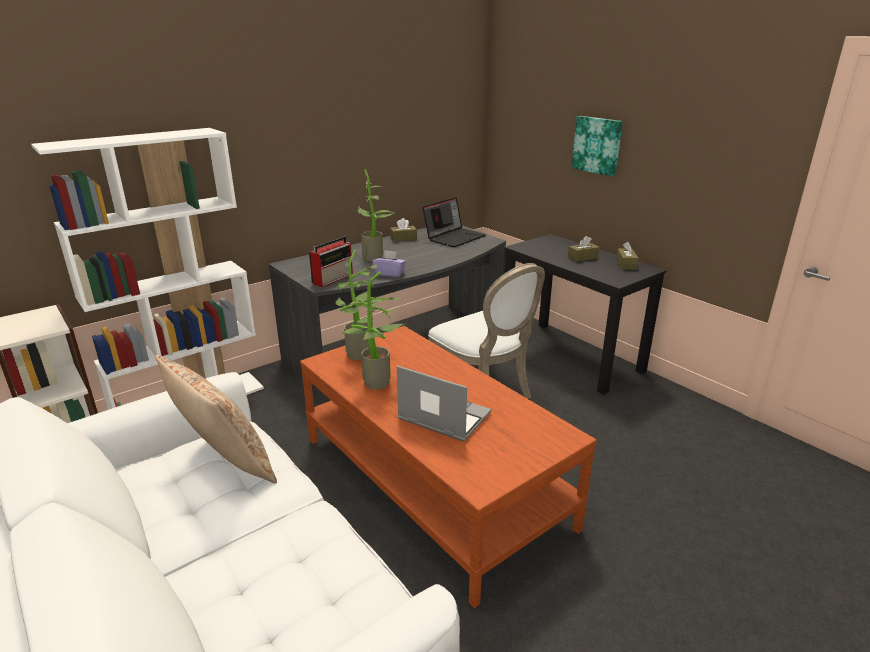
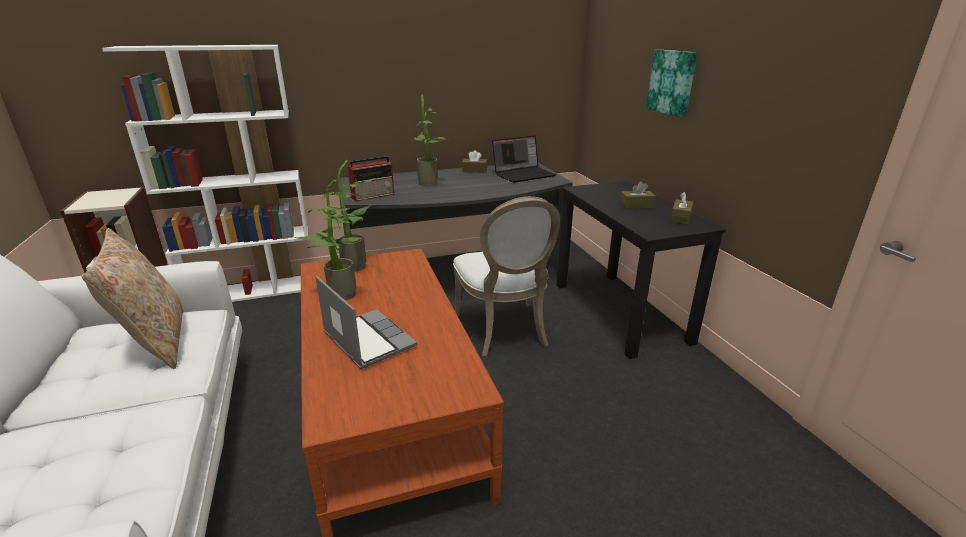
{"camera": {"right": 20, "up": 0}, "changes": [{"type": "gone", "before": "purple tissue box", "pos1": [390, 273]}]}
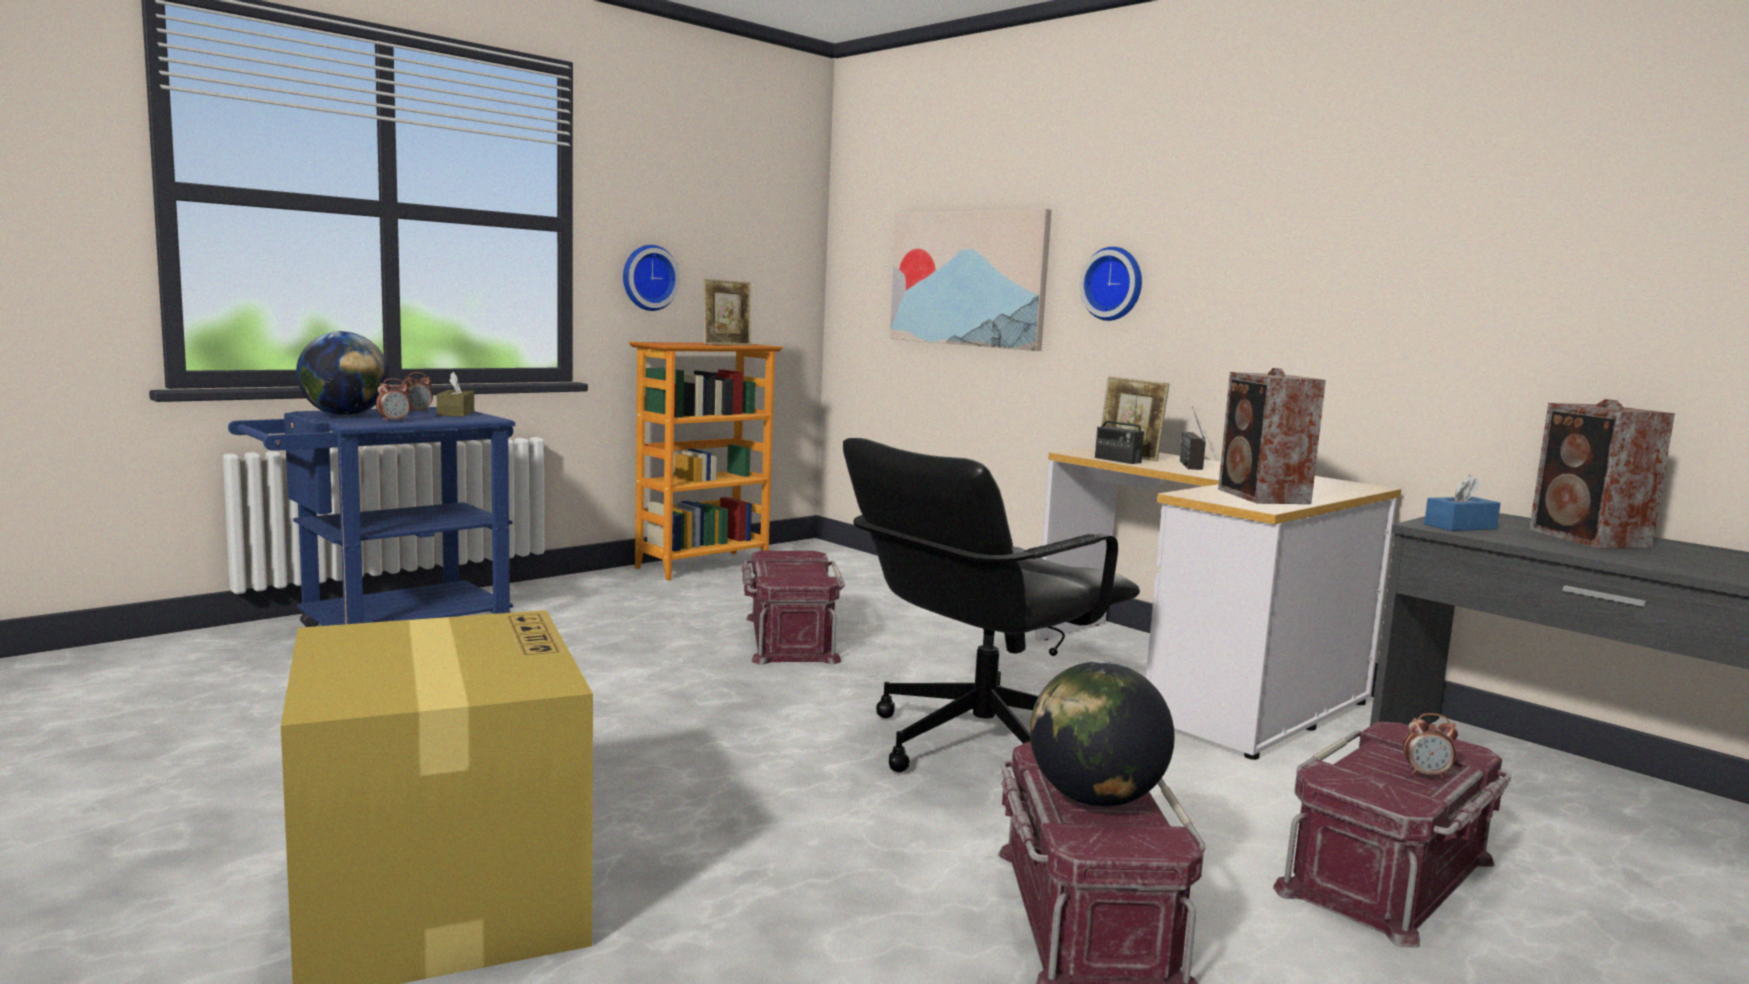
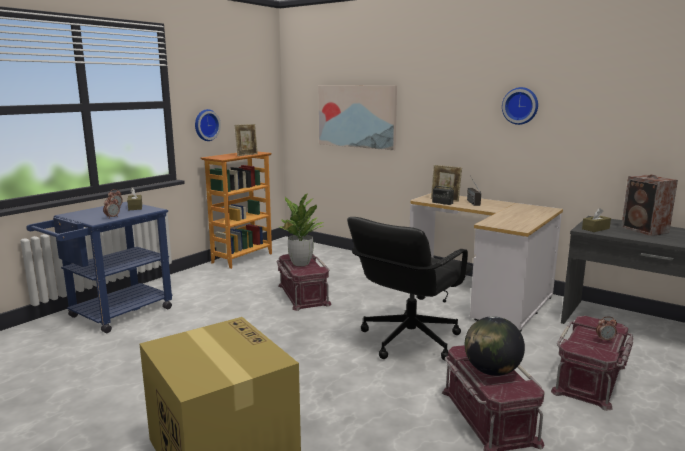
{"camera": {"right": -10, "up": 5}, "changes": [{"type": "new", "after": "potted plant", "pos2": [300, 263]}, {"type": "shifted", "before": "wall clock", "pos1": [1114, 284], "pos2": [520, 106]}, {"type": "repainted", "before": "blue tissue box", "after": "brown tissue box", "pos1": [1460, 526], "pos2": [595, 229]}, {"type": "gone", "before": "globe", "pos1": [344, 415]}, {"type": "gone", "before": "speaker", "pos1": [1263, 497]}]}
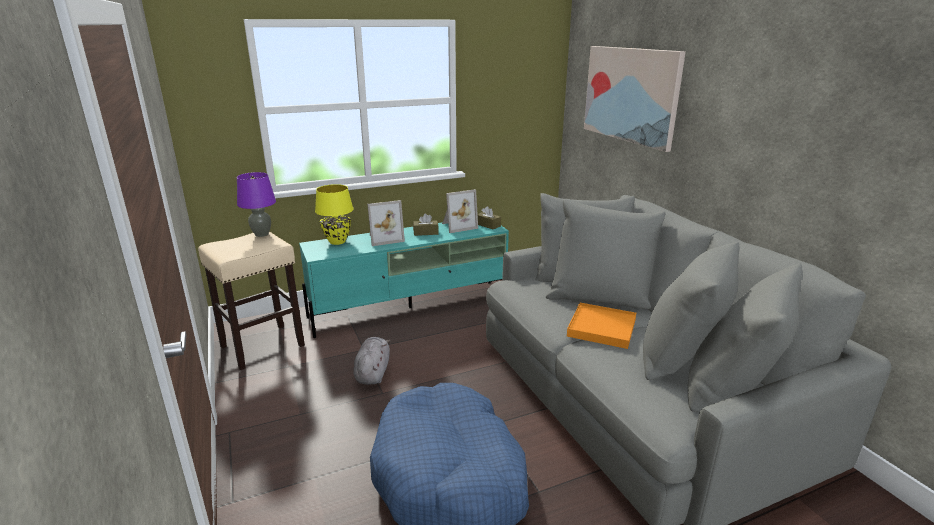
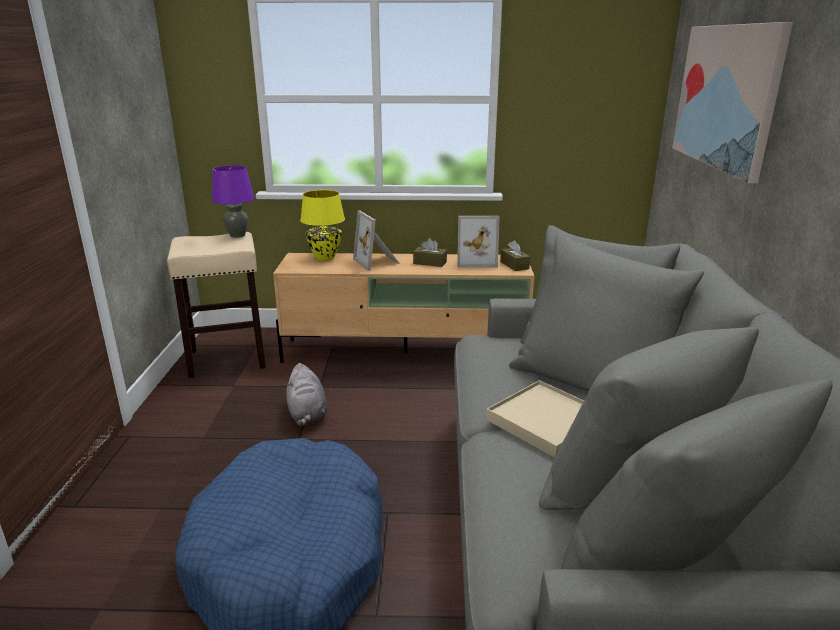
{"camera": {"right": 25, "up": 0}, "changes": [{"type": "repainted", "before": "turquoise tv stand", "after": "beige tv stand", "pos1": [411, 307], "pos2": [407, 352]}, {"type": "rotated", "before": "grey plush toy", "pos1": [373, 373], "pos2": [307, 414], "turn": 135}, {"type": "rotated", "before": "picture frame", "pos1": [384, 238], "pos2": [378, 262], "turn": 60}, {"type": "repainted", "before": "orange tray", "after": "beige tray", "pos1": [601, 328], "pos2": [546, 421]}]}
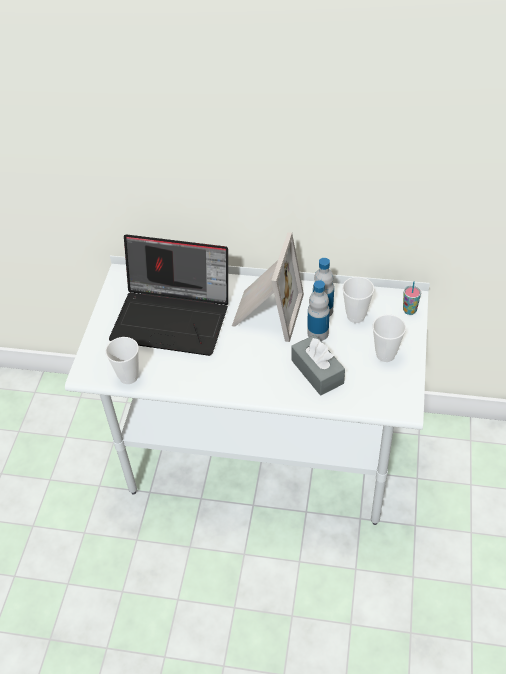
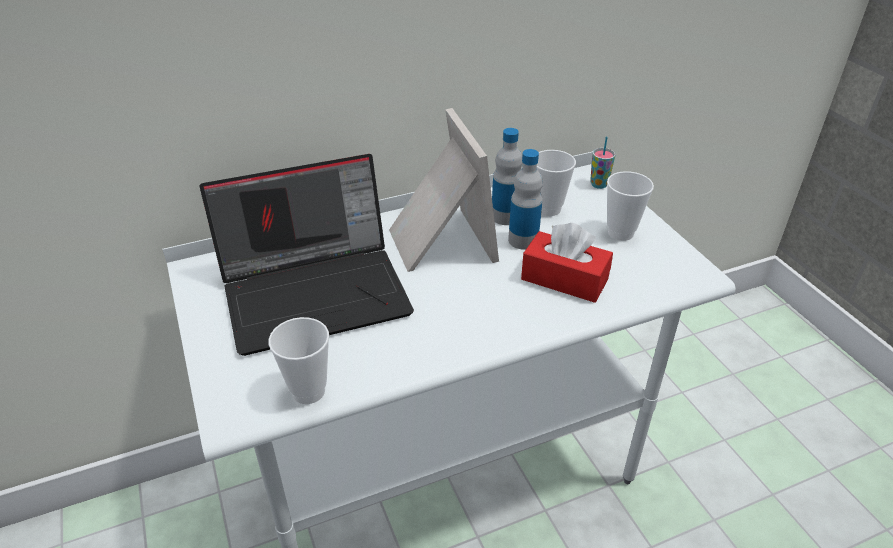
{"camera": {"right": -35, "up": -10}, "changes": [{"type": "repainted", "before": "grey tissue box", "after": "red tissue box", "pos1": [317, 372], "pos2": [564, 279]}]}
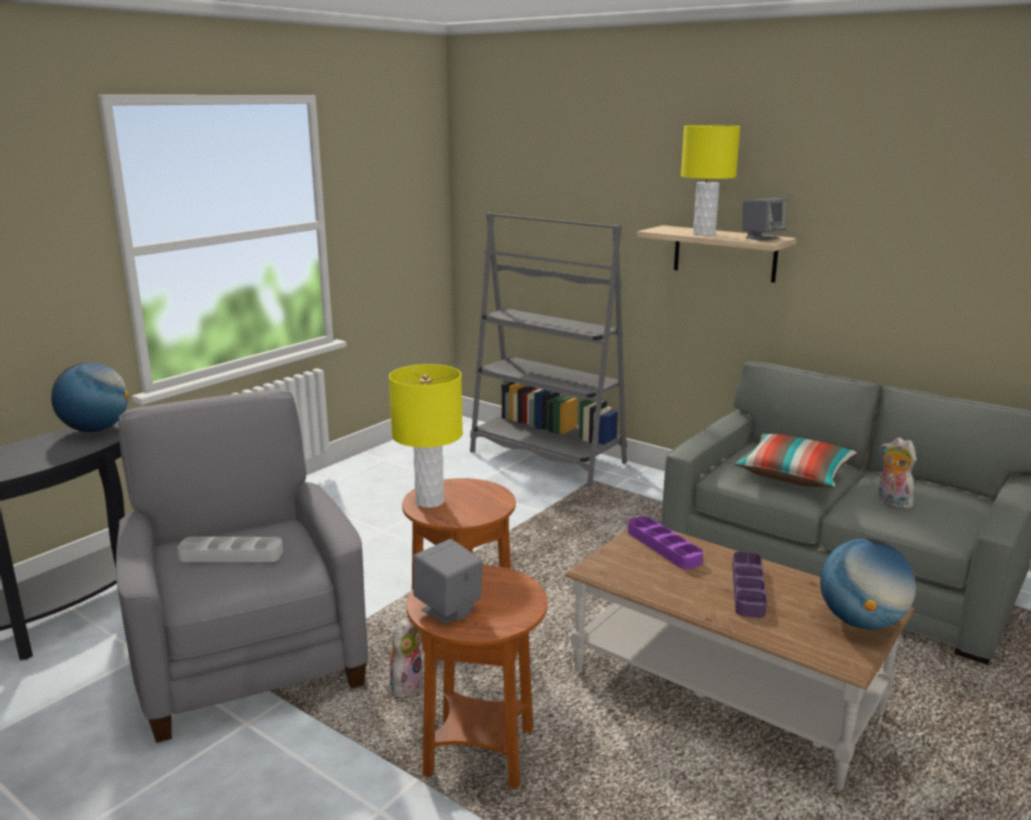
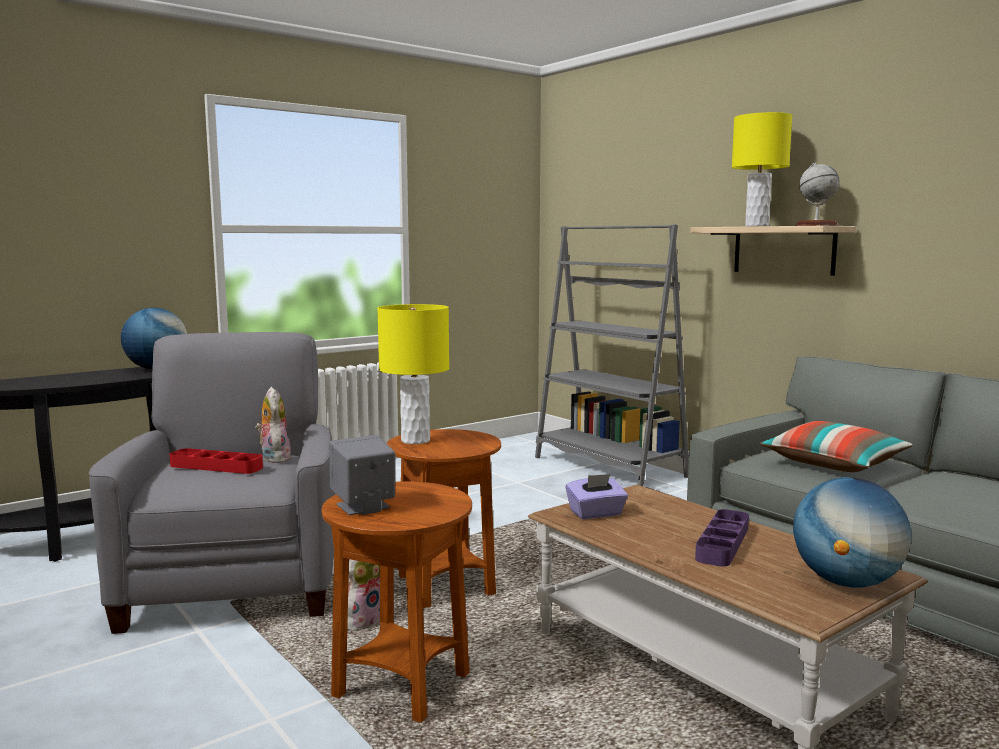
{"camera": {"right": 15, "up": -10}, "changes": [{"type": "repainted", "before": "grey tray", "after": "red tray", "pos1": [231, 555], "pos2": [216, 466]}, {"type": "shifted", "before": "plush toy", "pos1": [891, 502], "pos2": [274, 458]}, {"type": "new", "after": "purple tissue box", "pos2": [596, 514]}, {"type": "swapped", "before": "grey speaker", "after": "globe", "pos1": [762, 238], "pos2": [816, 225]}, {"type": "gone", "before": "purple tray", "pos1": [663, 547]}]}
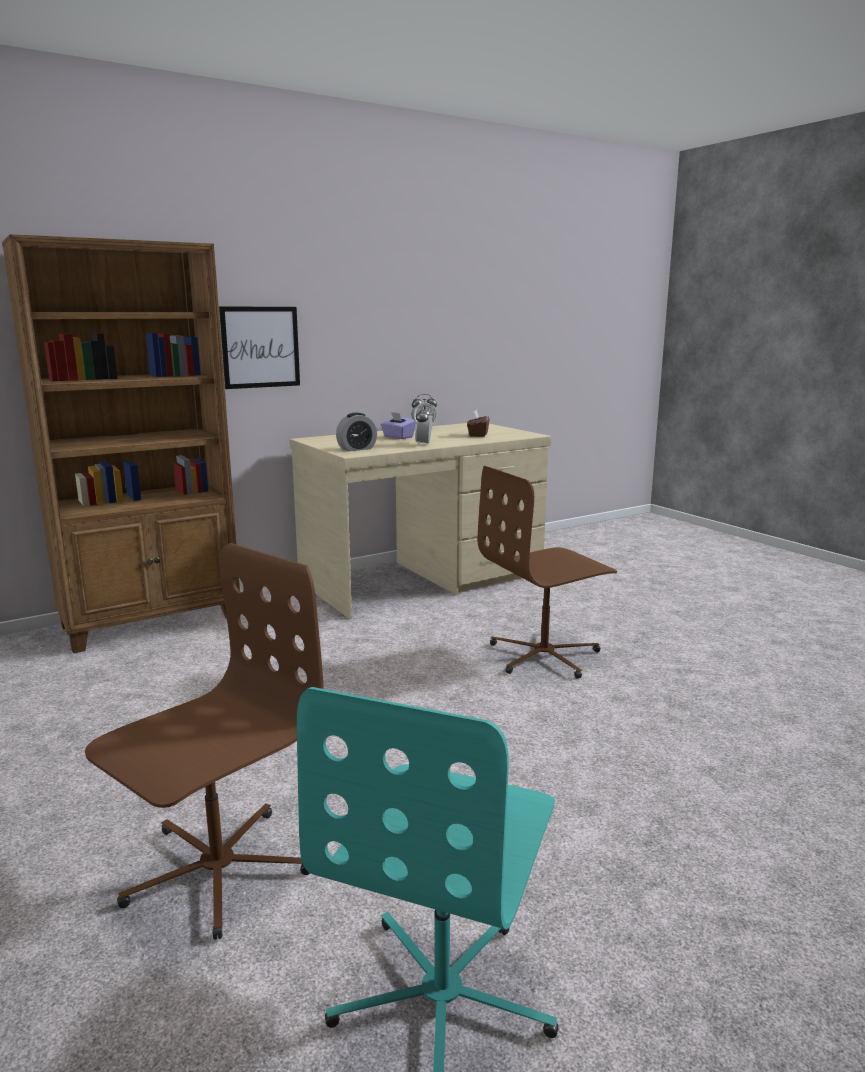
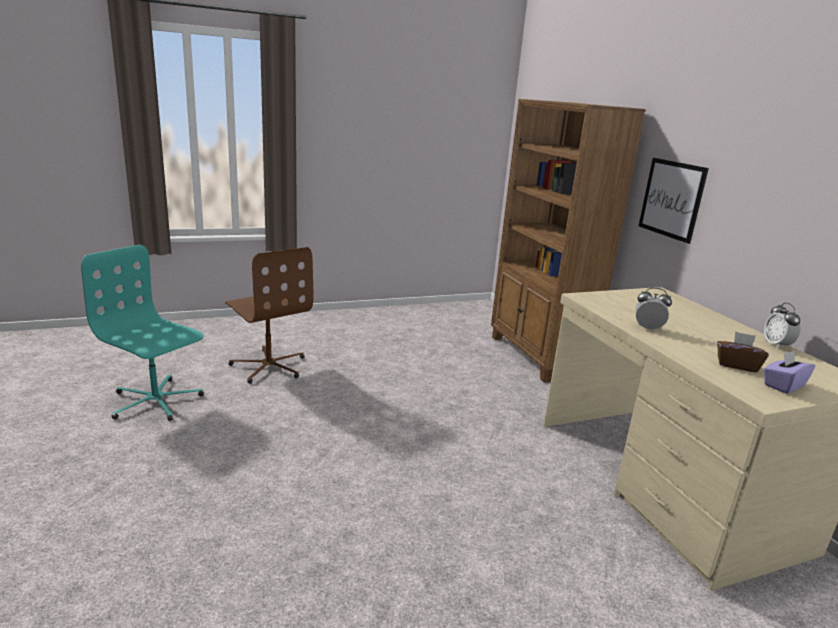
{"camera": {"right": 100, "up": 5}, "changes": [{"type": "shifted", "before": "purple tissue box", "pos1": [398, 437], "pos2": [783, 385]}, {"type": "gone", "before": "alarm clock", "pos1": [357, 449]}, {"type": "gone", "before": "brown office chair", "pos1": [545, 655]}]}
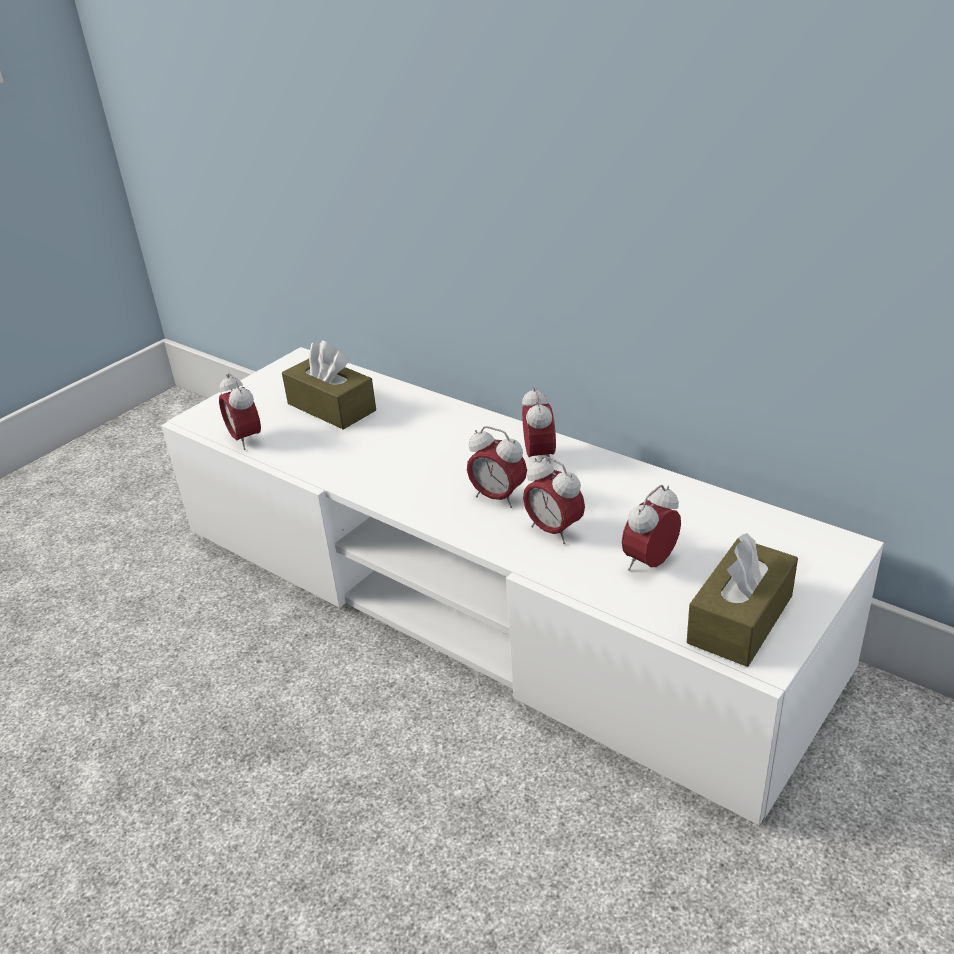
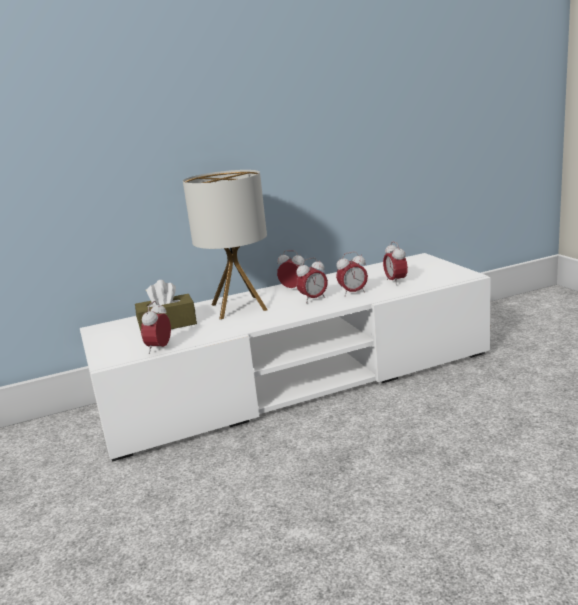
{"camera": {"right": -60, "up": -15}, "changes": [{"type": "rotated", "before": "alarm clock", "pos1": [245, 439], "pos2": [159, 348], "turn": 105}, {"type": "new", "after": "table lamp", "pos2": [238, 307]}, {"type": "gone", "before": "brown tissue box", "pos1": [740, 619]}]}
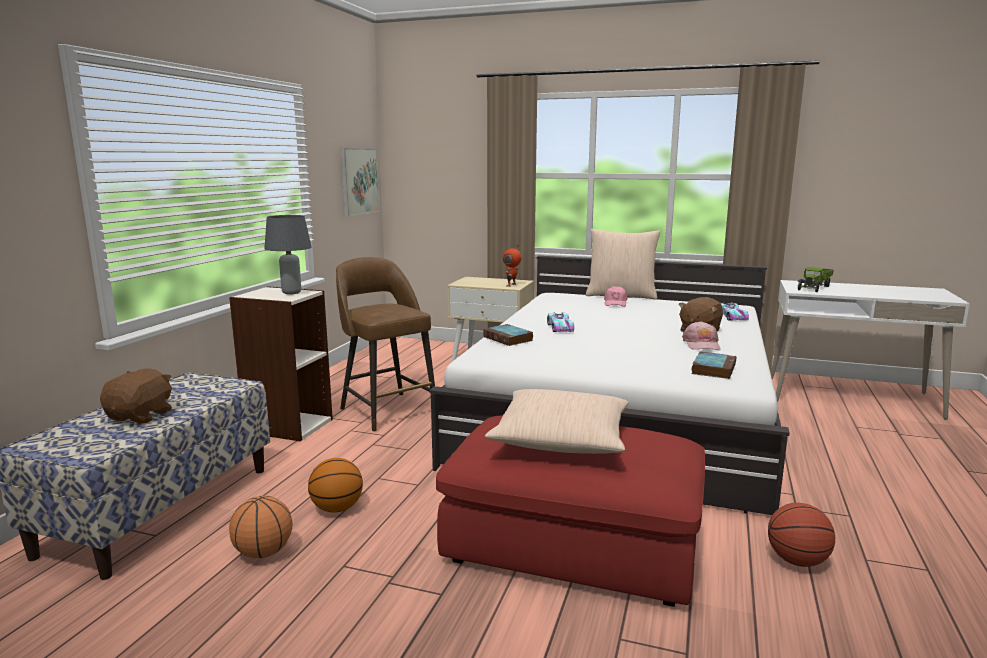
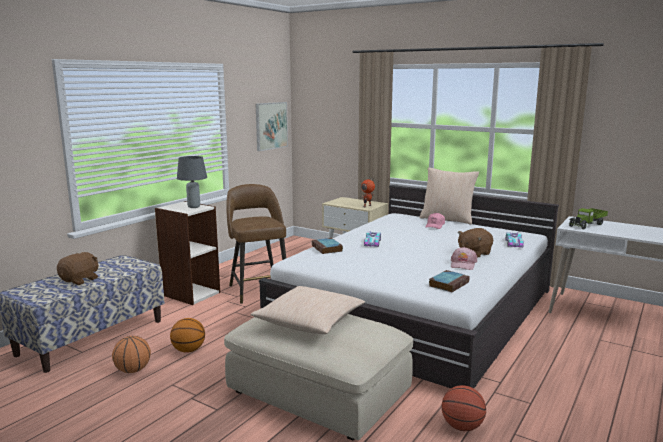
{"camera": {"right": 15, "up": 0}, "changes": [{"type": "repainted", "before": "red ottoman", "after": "beige ottoman", "pos1": [575, 541], "pos2": [320, 391]}]}
